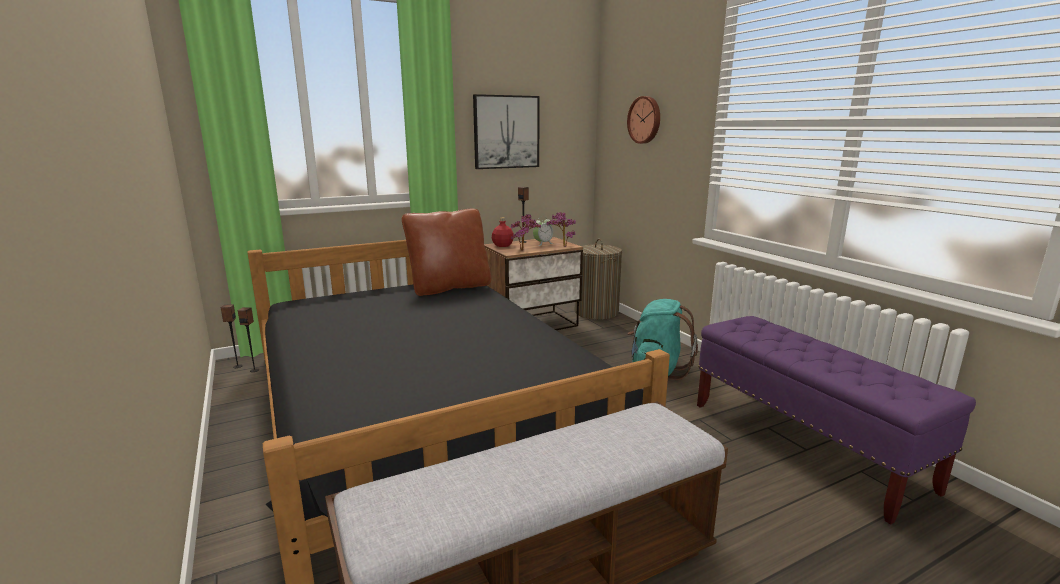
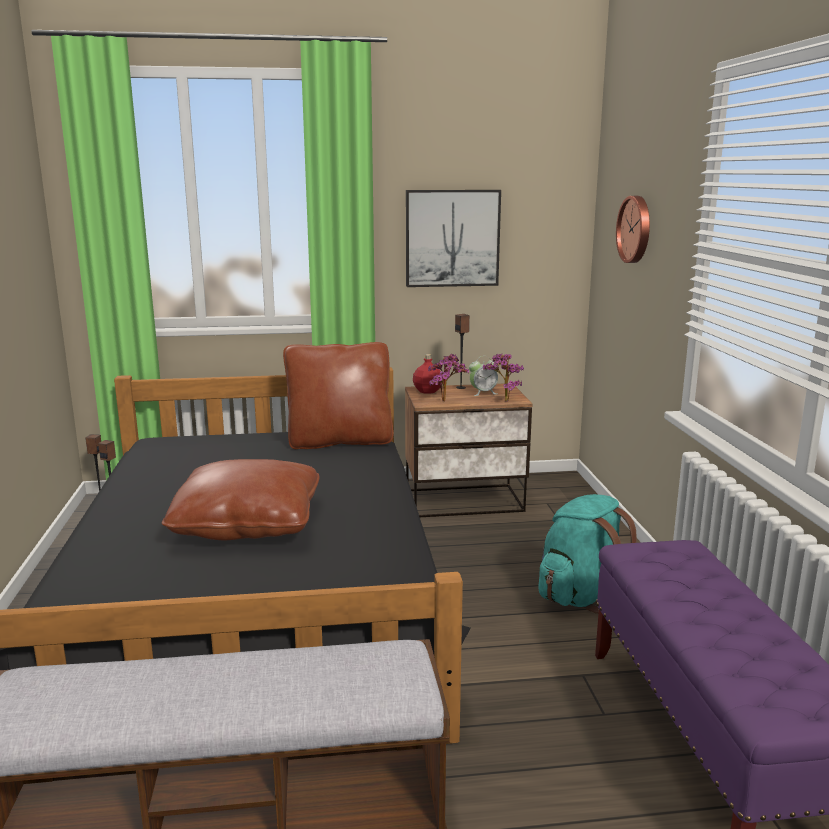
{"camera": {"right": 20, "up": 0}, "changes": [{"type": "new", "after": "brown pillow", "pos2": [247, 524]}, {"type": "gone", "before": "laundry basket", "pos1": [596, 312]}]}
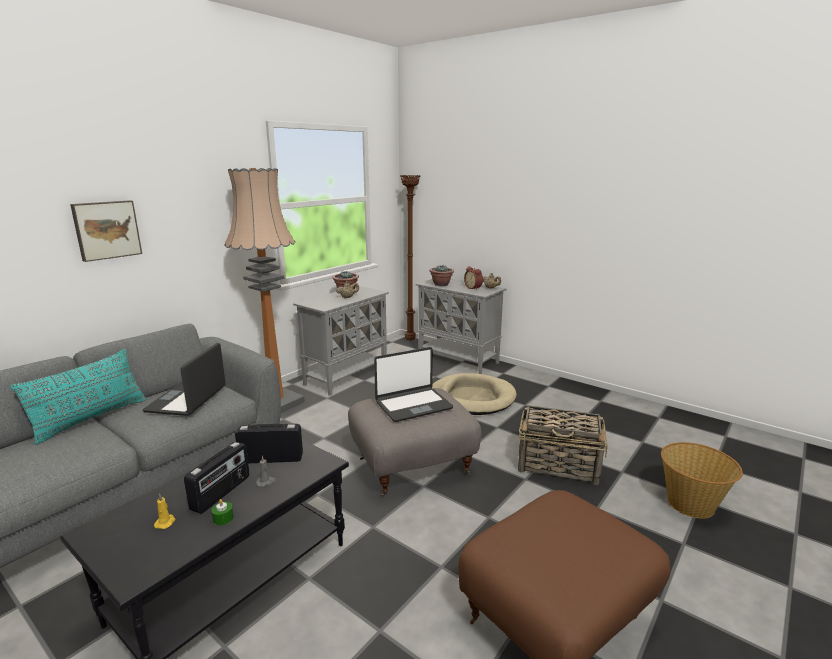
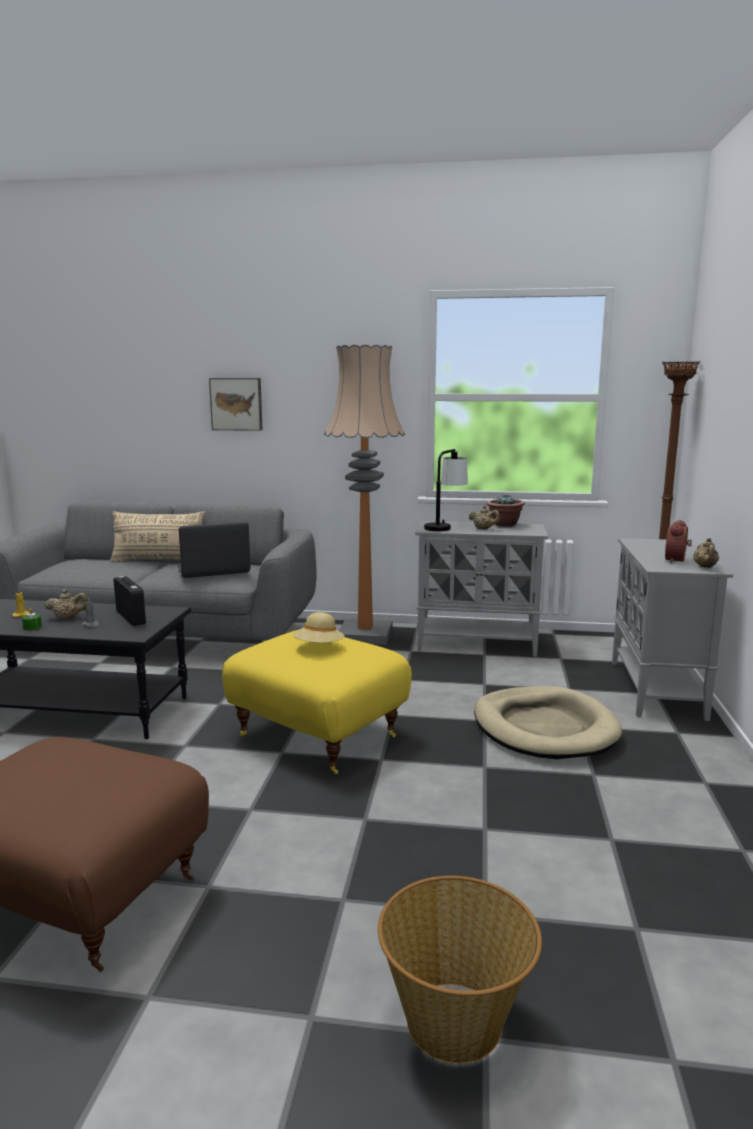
{"camera": {"right": 60, "up": -5}, "changes": [{"type": "swapped", "before": "radio", "after": "beige teapot", "pos1": [221, 493], "pos2": [68, 618]}, {"type": "repainted", "before": "turquoise pillow", "after": "beige pillow", "pos1": [91, 419], "pos2": [159, 561]}, {"type": "repainted", "before": "grey ottoman", "after": "yellow ottoman", "pos1": [413, 465], "pos2": [319, 734]}, {"type": "swapped", "before": "laptop", "after": "beige hat", "pos1": [413, 405], "pos2": [319, 647]}, {"type": "new", "after": "table lamp", "pos2": [445, 527]}, {"type": "gone", "before": "potted plant", "pos1": [441, 284]}, {"type": "gone", "before": "basket", "pos1": [559, 465]}]}
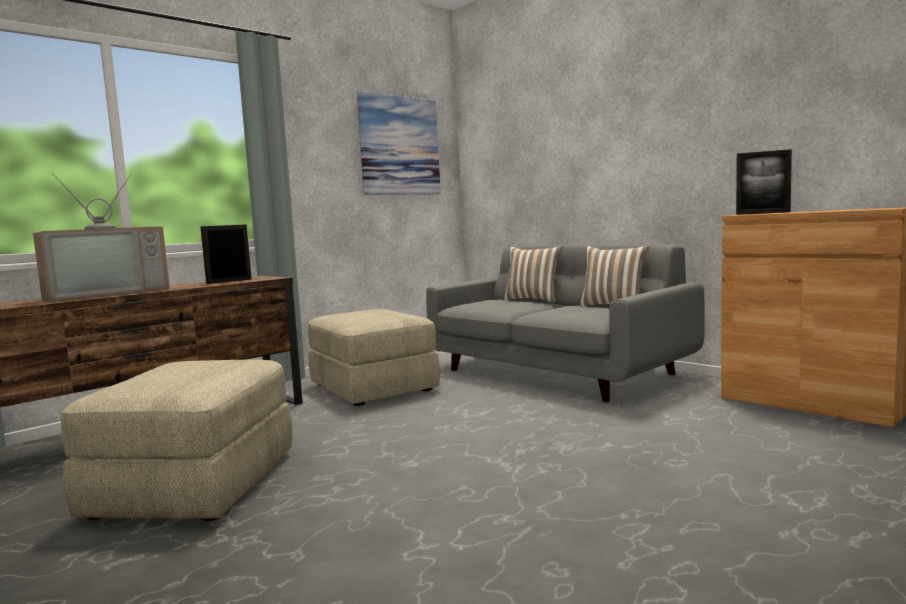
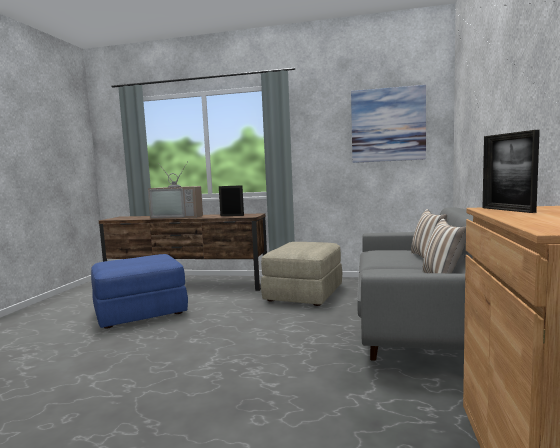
{"camera": {"right": 55, "up": 0}, "changes": [{"type": "repainted", "before": "beige ottoman", "after": "blue ottoman", "pos1": [194, 484], "pos2": [141, 312]}]}
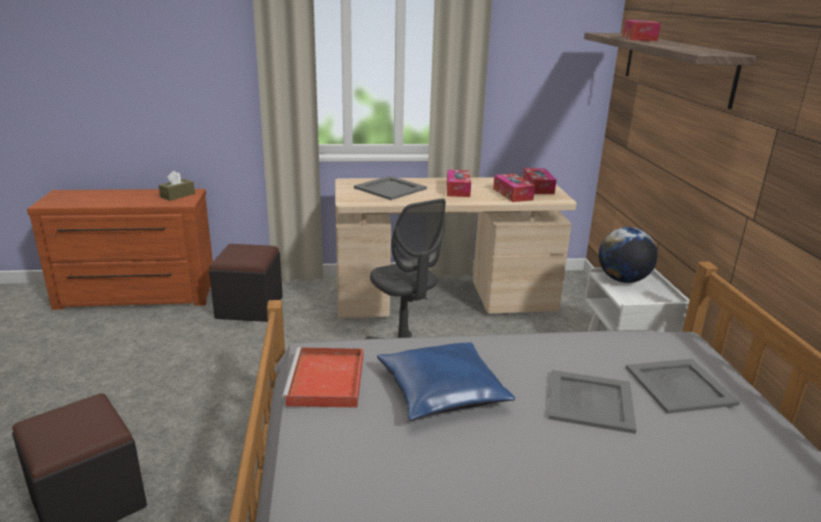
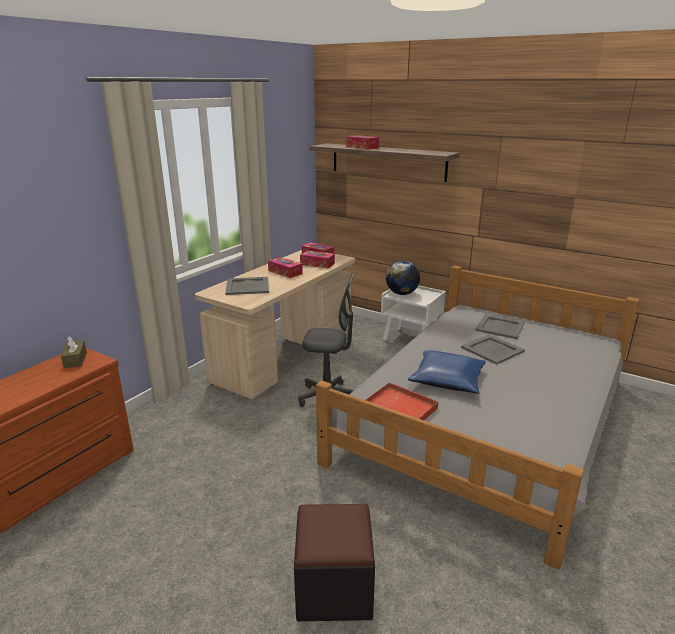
{"camera": {"right": -50, "up": 0}, "changes": [{"type": "gone", "before": "black ottoman", "pos1": [249, 307]}]}
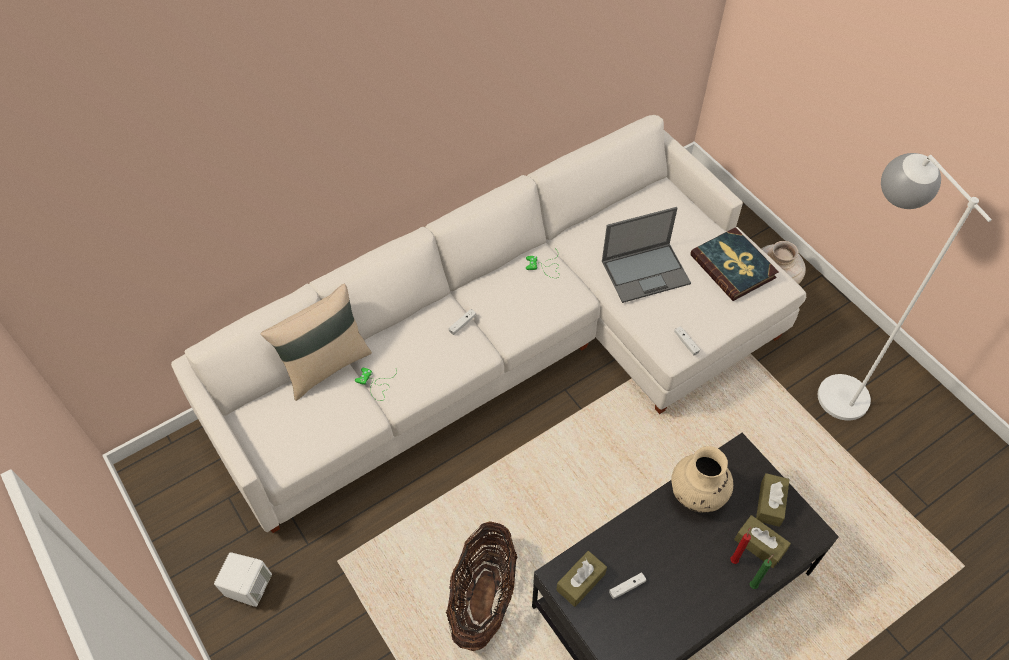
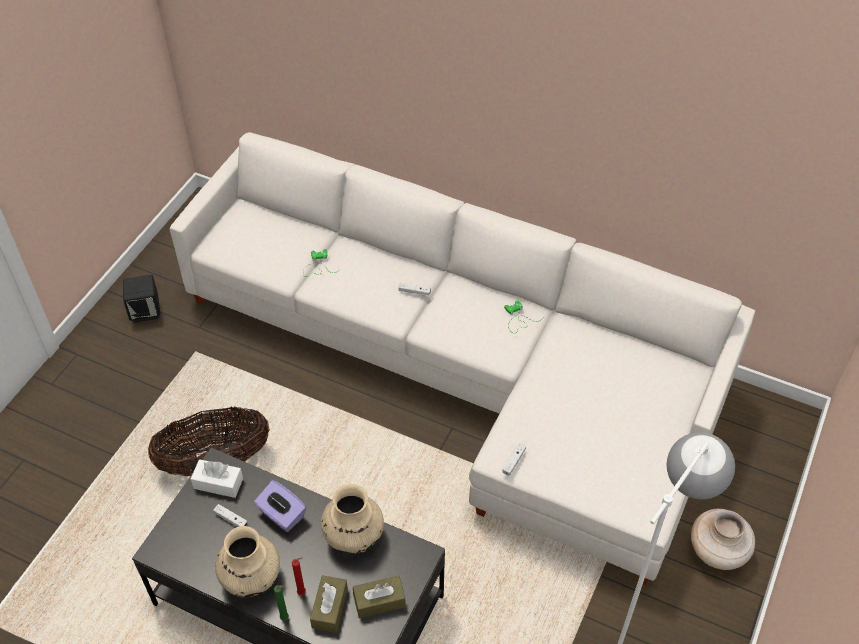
{"camera": {"right": 60, "up": -5}, "changes": [{"type": "repainted", "before": "white speaker", "after": "black speaker", "pos1": [249, 587], "pos2": [146, 311]}, {"type": "repainted", "before": "brown tissue box", "after": "white tissue box", "pos1": [580, 582], "pos2": [218, 483]}, {"type": "new", "after": "beige vase", "pos2": [251, 578]}, {"type": "new", "after": "purple tissue box", "pos2": [281, 515]}, {"type": "gone", "before": "beige pillow", "pos1": [325, 365]}, {"type": "gone", "before": "laptop", "pos1": [646, 272]}, {"type": "gone", "before": "book", "pos1": [733, 266]}]}
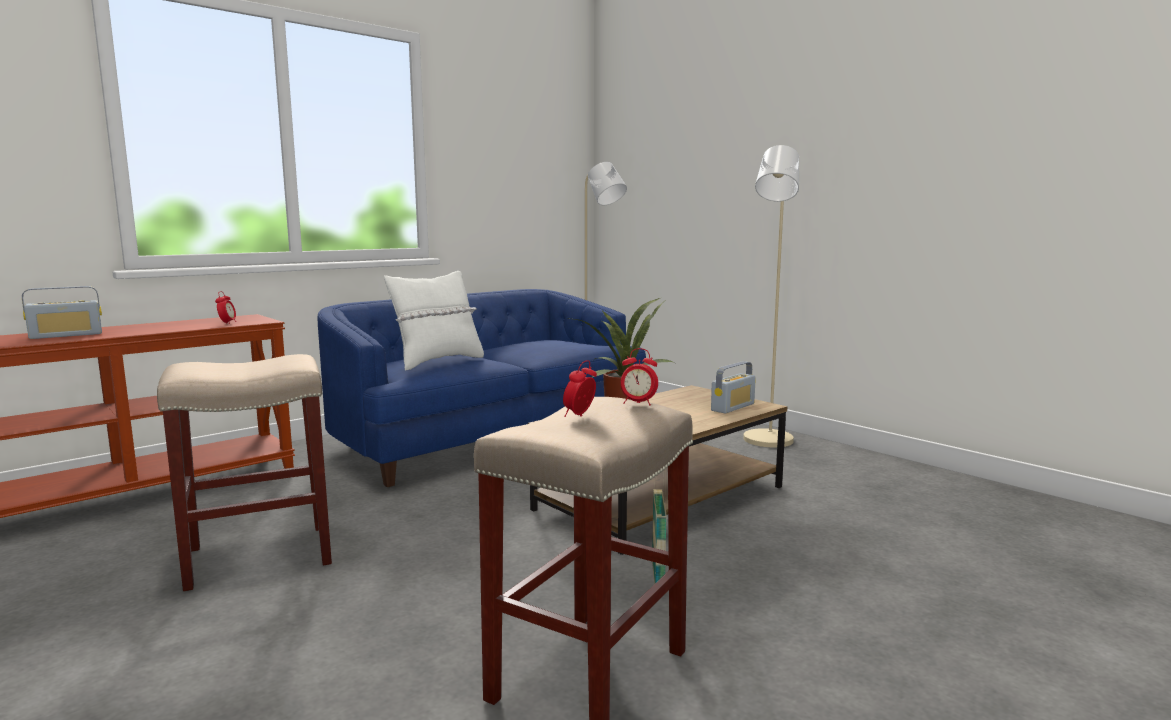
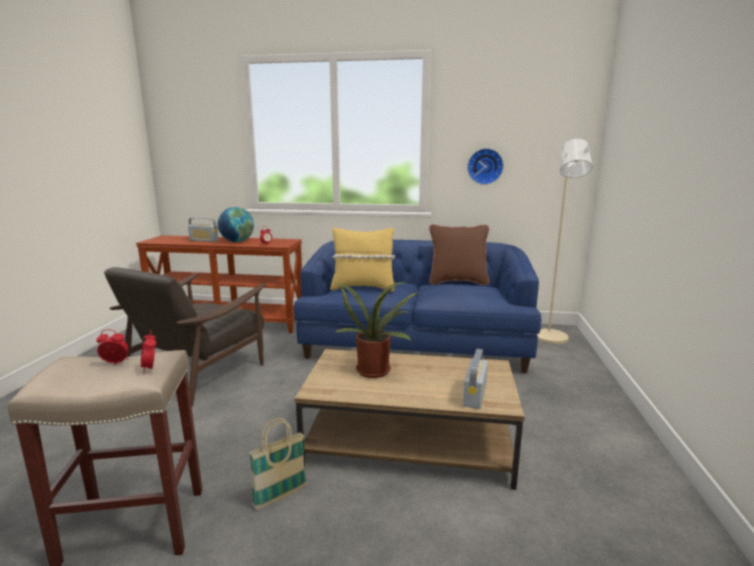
{"camera": {"right": 50, "up": 5}, "changes": [{"type": "swapped", "before": "beige stool", "after": "brown armchair", "pos1": [257, 556], "pos2": [199, 372]}, {"type": "new", "after": "globe", "pos2": [237, 241]}, {"type": "repainted", "before": "white pillow", "after": "yellow pillow", "pos1": [437, 361], "pos2": [363, 288]}, {"type": "new", "after": "brown pillow", "pos2": [457, 282]}, {"type": "rotated", "before": "radio", "pos1": [733, 407], "pos2": [474, 395], "turn": 105}, {"type": "new", "after": "wall clock", "pos2": [485, 166]}, {"type": "gone", "before": "beige floor lamp", "pos1": [766, 442]}]}
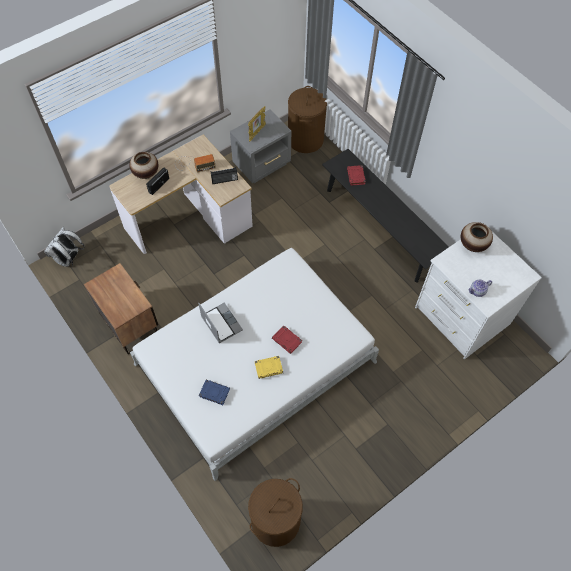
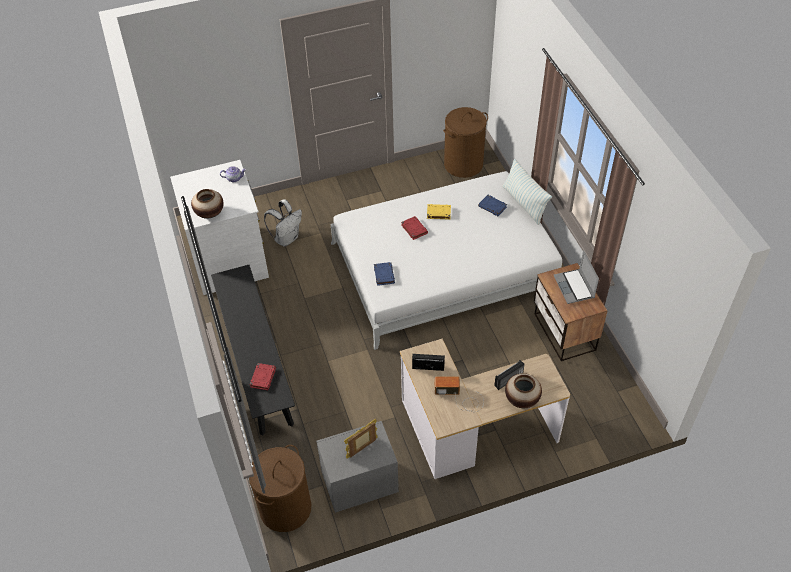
{"camera": {"right": -160, "up": -10}, "changes": [{"type": "shifted", "before": "white backpack", "pos1": [69, 259], "pos2": [287, 238]}, {"type": "new", "after": "blue book", "pos2": [384, 275]}, {"type": "new", "after": "pillow", "pos2": [524, 203]}, {"type": "shifted", "before": "laptop", "pos1": [220, 323], "pos2": [574, 287]}]}
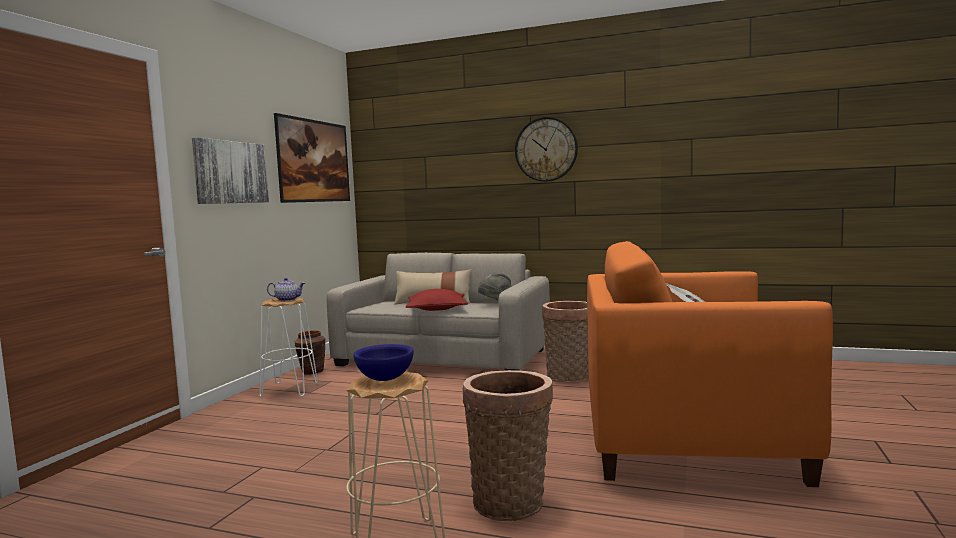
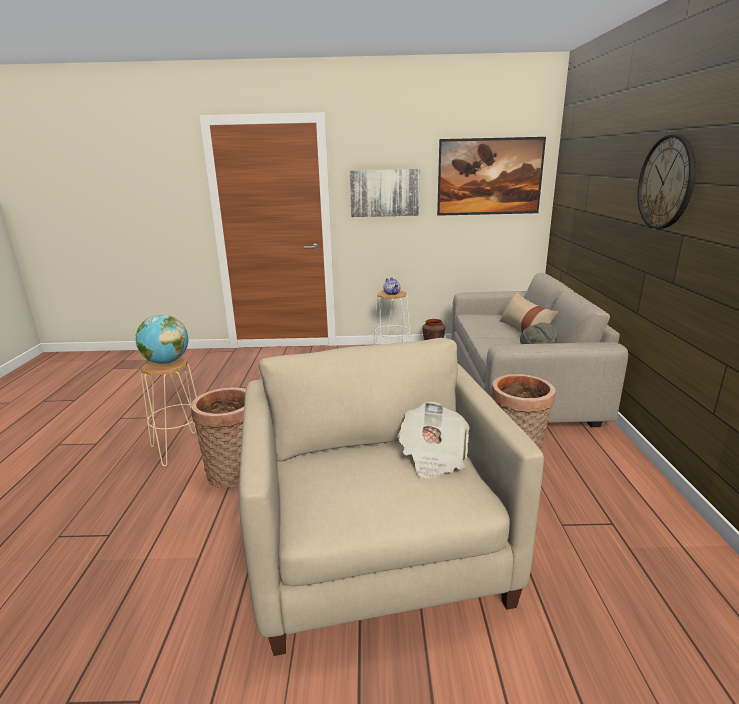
{"camera": {"right": 70, "up": 15}, "changes": [{"type": "swapped", "before": "blue bowl", "after": "globe", "pos1": [384, 379], "pos2": [166, 362]}, {"type": "repainted", "before": "orange armchair", "after": "beige armchair", "pos1": [687, 437], "pos2": [378, 553]}, {"type": "gone", "before": "red pillow", "pos1": [437, 309]}]}
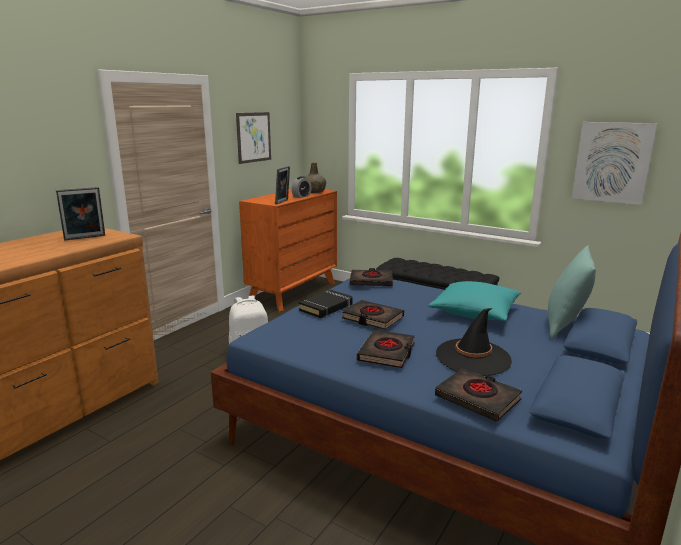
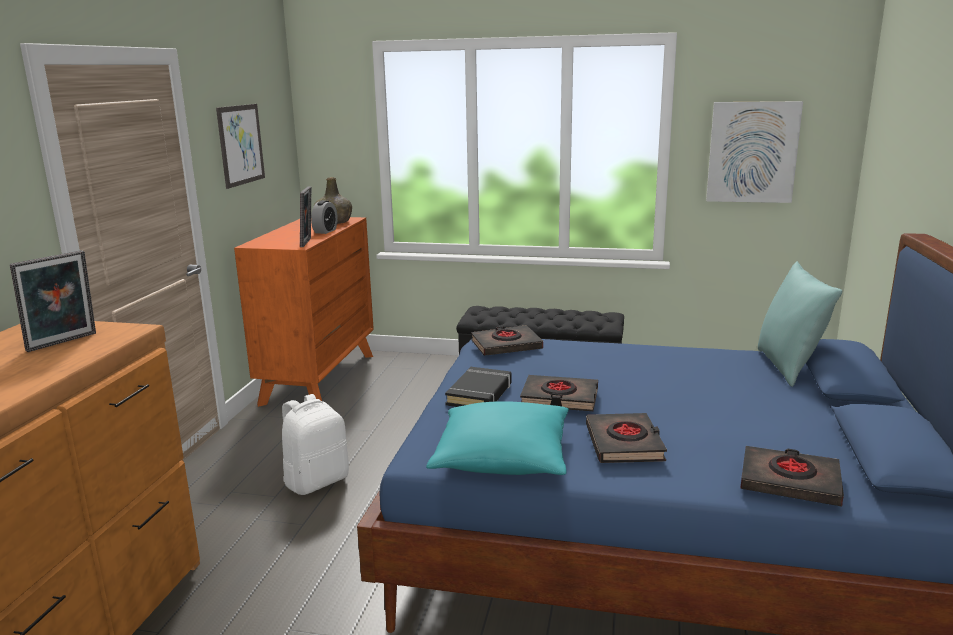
{"camera": {"right": -20, "up": 0}, "changes": [{"type": "shifted", "before": "turquoise pillow", "pos1": [474, 313], "pos2": [502, 459]}, {"type": "gone", "before": "black hat", "pos1": [473, 357]}]}
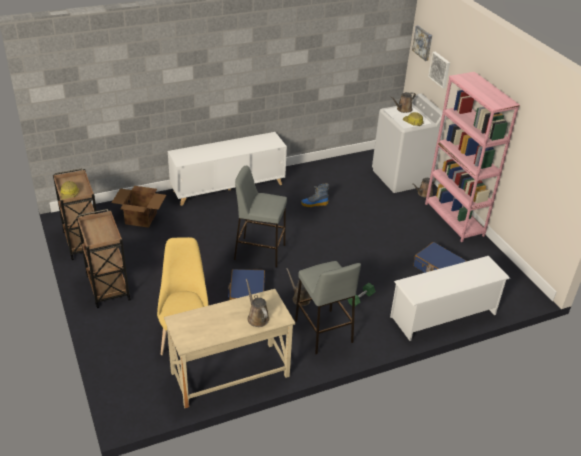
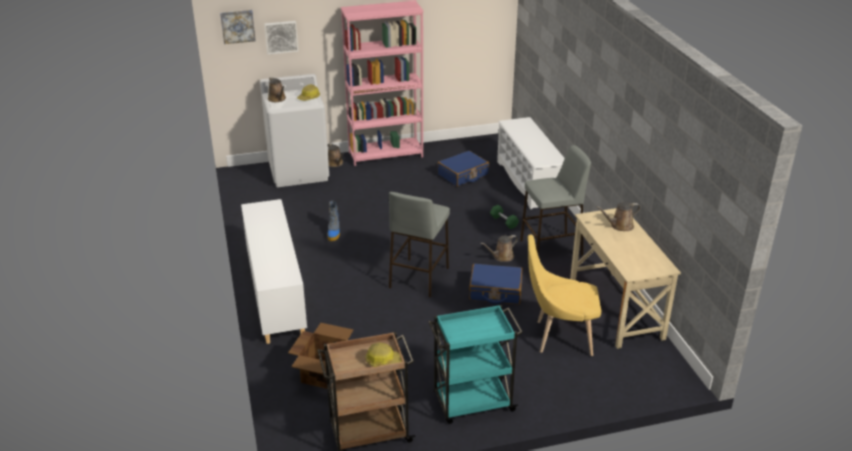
{"camera": {"right": -80, "up": -5}, "changes": [{"type": "repainted", "before": "brown cart", "after": "turquoise cart", "pos1": [107, 286], "pos2": [472, 403]}]}
